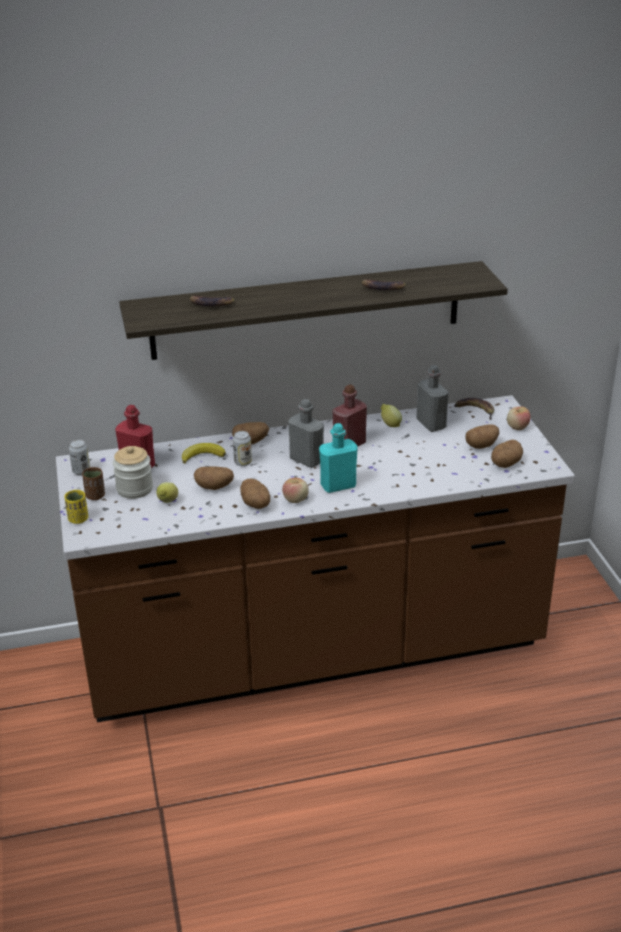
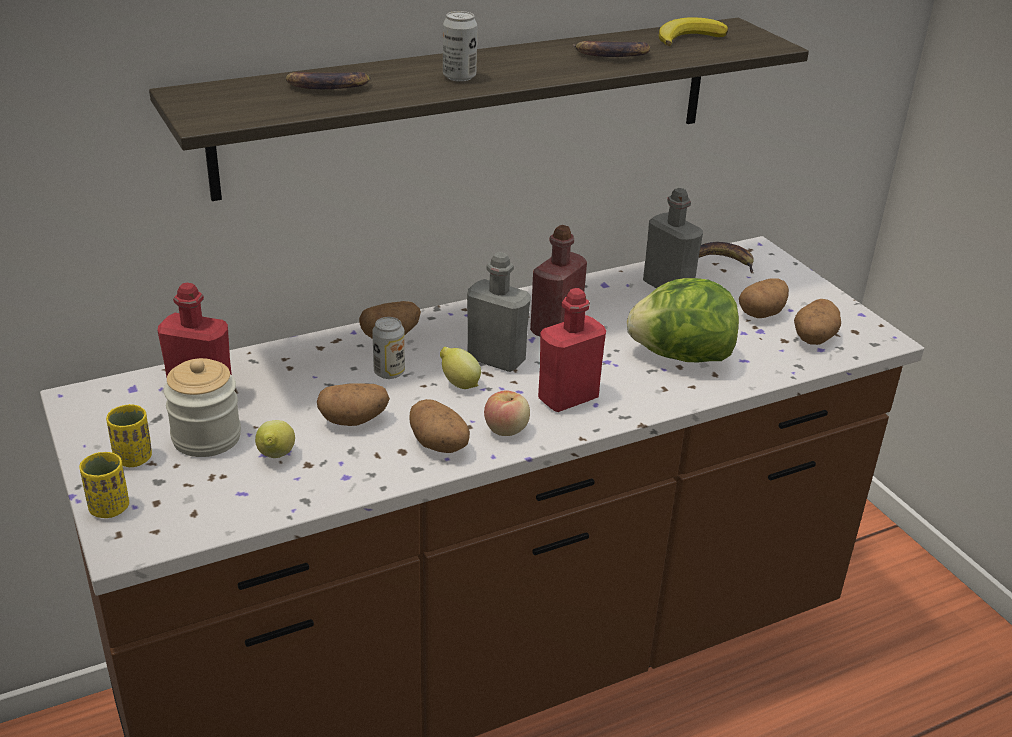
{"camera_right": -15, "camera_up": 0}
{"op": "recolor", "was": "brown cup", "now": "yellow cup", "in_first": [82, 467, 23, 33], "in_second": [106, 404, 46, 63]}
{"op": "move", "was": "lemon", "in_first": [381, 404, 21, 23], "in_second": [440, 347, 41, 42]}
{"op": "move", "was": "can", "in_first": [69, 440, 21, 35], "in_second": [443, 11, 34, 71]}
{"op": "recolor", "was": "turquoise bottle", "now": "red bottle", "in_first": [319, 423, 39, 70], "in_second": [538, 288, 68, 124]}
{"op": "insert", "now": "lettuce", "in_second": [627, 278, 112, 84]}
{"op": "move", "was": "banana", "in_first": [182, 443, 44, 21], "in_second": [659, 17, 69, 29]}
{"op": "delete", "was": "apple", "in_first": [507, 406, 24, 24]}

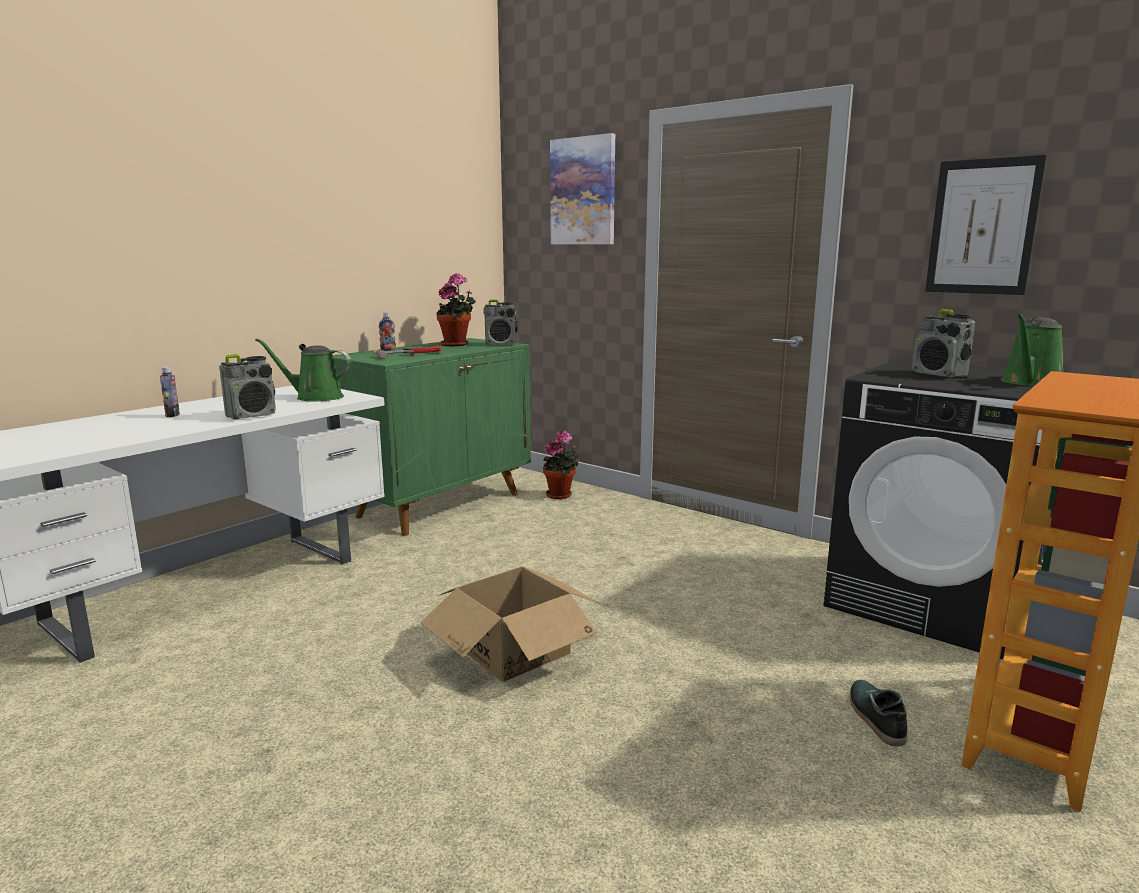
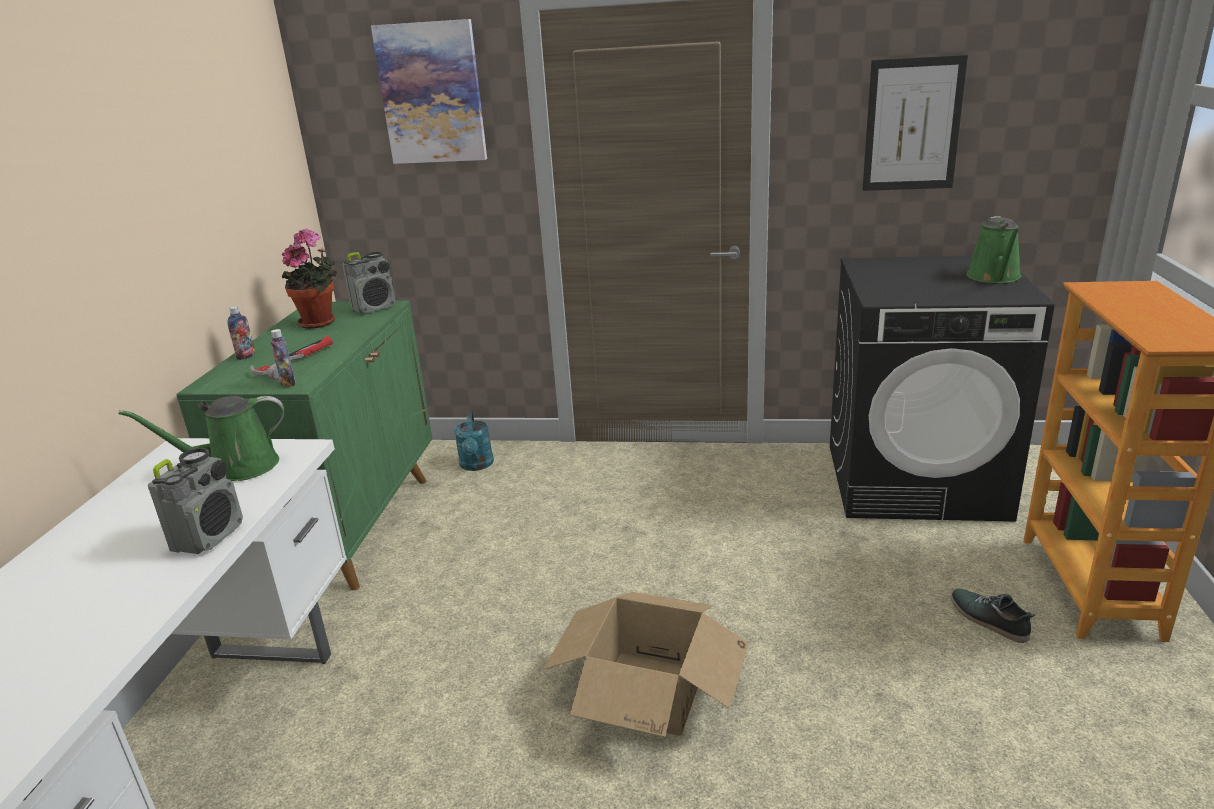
{"camera_right": -30, "camera_up": 10}
{"op": "move", "was": "bottle", "in_first": [160, 366, 20, 51], "in_second": [270, 329, 26, 58]}
{"op": "replace", "was": "potted plant", "now": "turquoise watering can", "in_first": [543, 431, 37, 68], "in_second": [454, 411, 40, 60]}
{"op": "delete", "was": "radio", "in_first": [912, 309, 64, 69]}

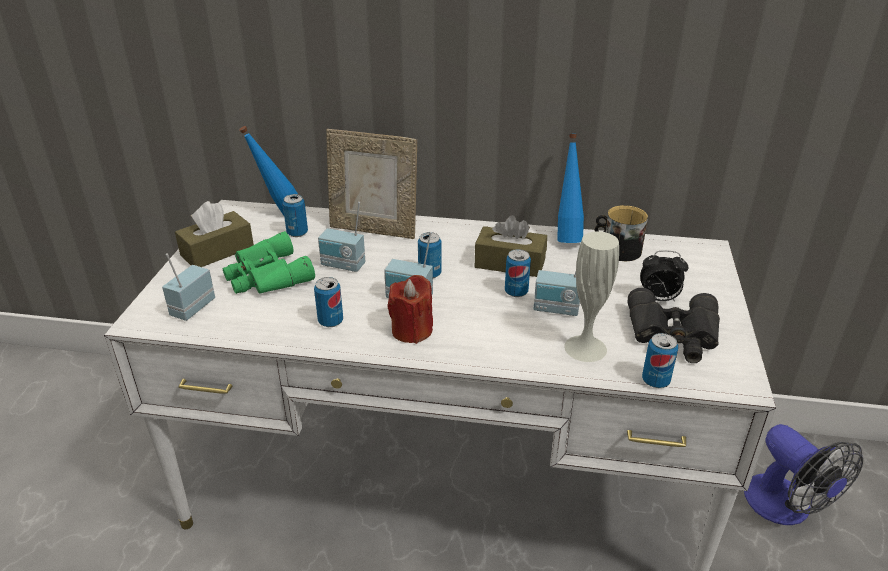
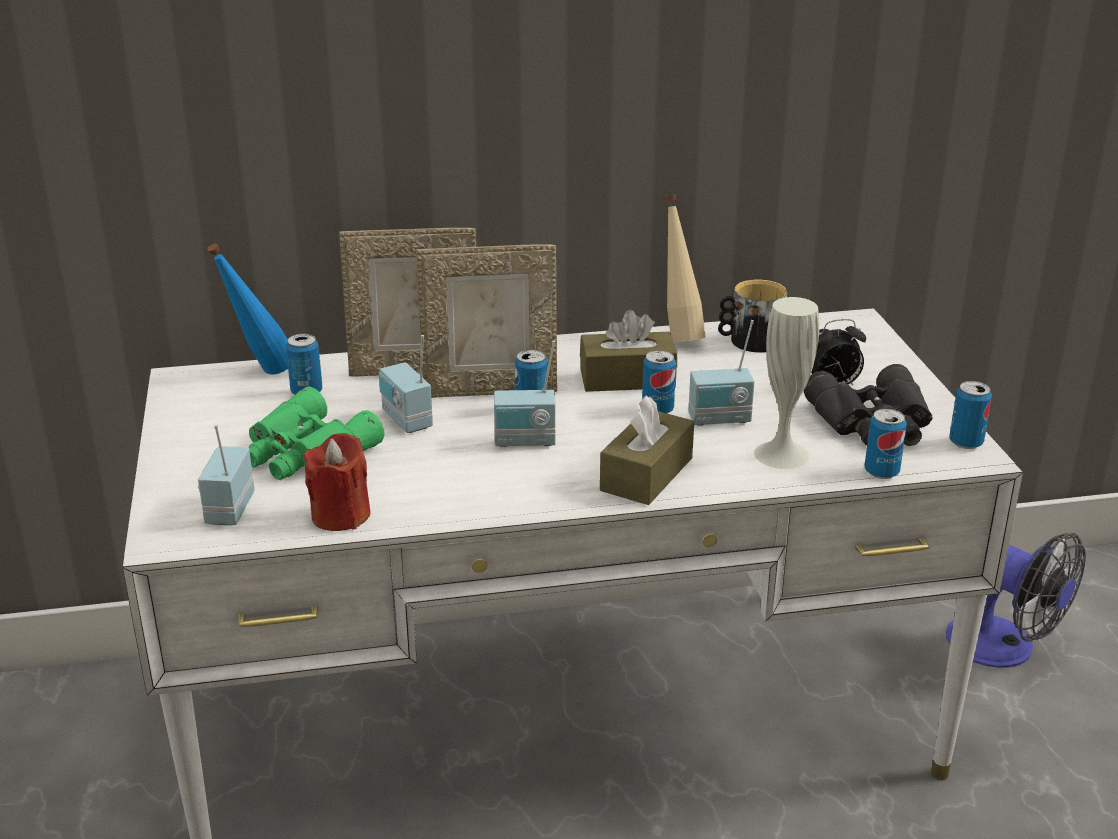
{"camera_right": -20, "camera_up": -5}
{"op": "move", "was": "red candle", "in_first": [388, 275, 45, 69], "in_second": [304, 433, 67, 98]}
{"op": "rotate", "was": "radio", "in_first": [318, 202, 47, 70], "in_second": [379, 335, 54, 98], "clockwise": 60}
{"op": "insert", "now": "picture frame", "in_second": [416, 244, 141, 154]}
{"op": "move", "was": "brown tissue box", "in_first": [175, 201, 79, 66], "in_second": [600, 395, 94, 110]}
{"op": "recolor", "was": "blue bottle", "now": "beige bottle", "in_first": [557, 134, 27, 109], "in_second": [665, 194, 41, 148]}
{"op": "move", "was": "can", "in_first": [314, 277, 29, 50], "in_second": [949, 381, 43, 68]}

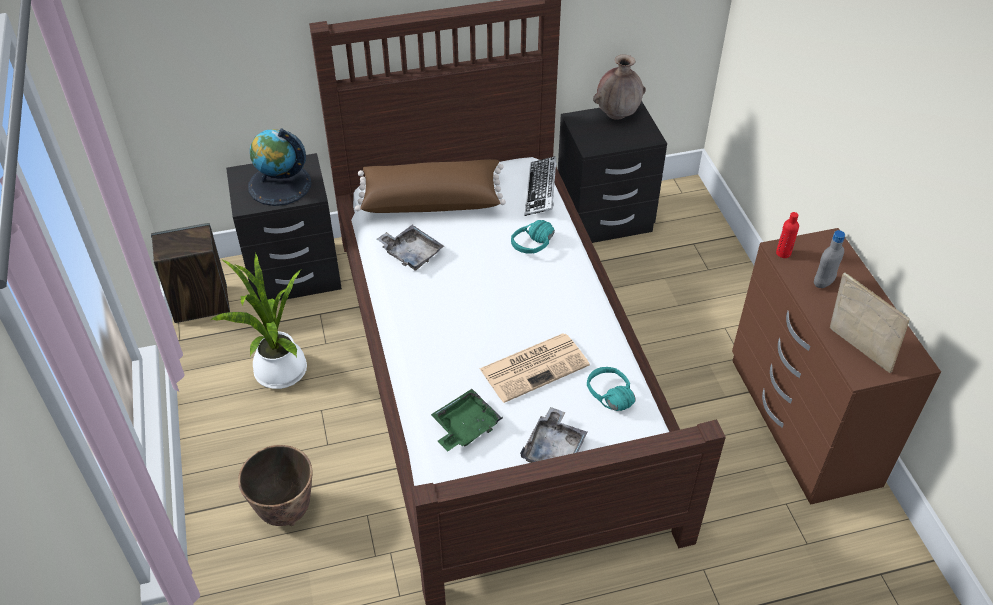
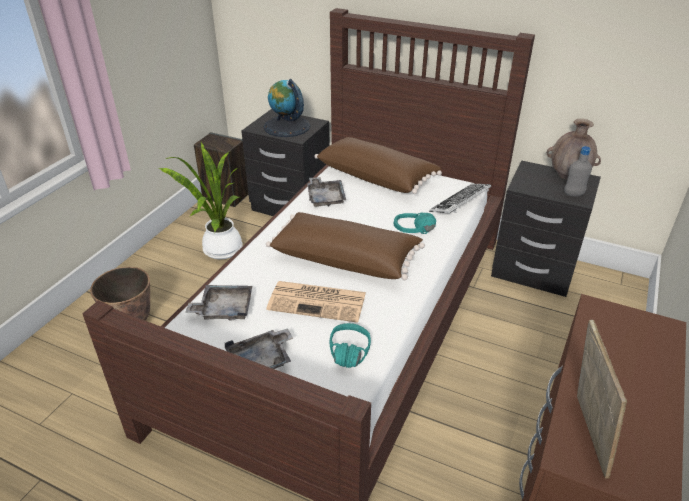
{"camera_right": 40, "camera_up": -10}
{"op": "recolor", "was": "green tray", "now": "grey tray", "in_first": [431, 389, 72, 62], "in_second": [185, 285, 67, 35]}
{"op": "insert", "now": "brown pillow", "in_second": [266, 212, 159, 68]}
{"op": "move", "was": "grey bottle", "in_first": [814, 230, 31, 58], "in_second": [564, 146, 28, 51]}
{"op": "delete", "was": "red bottle", "in_first": [776, 212, 23, 46]}

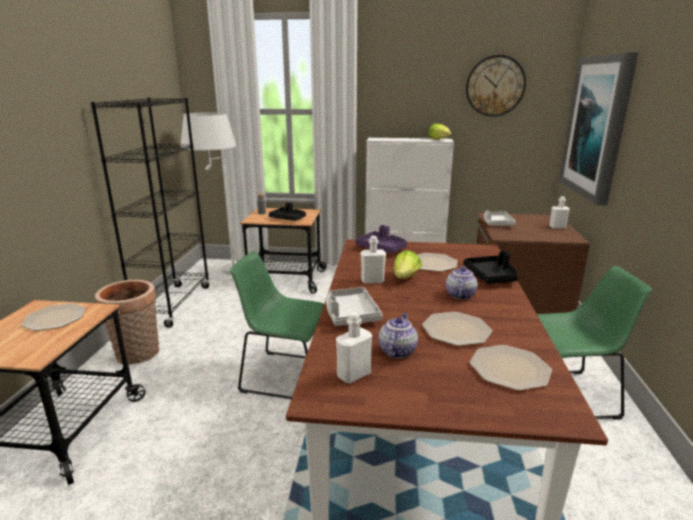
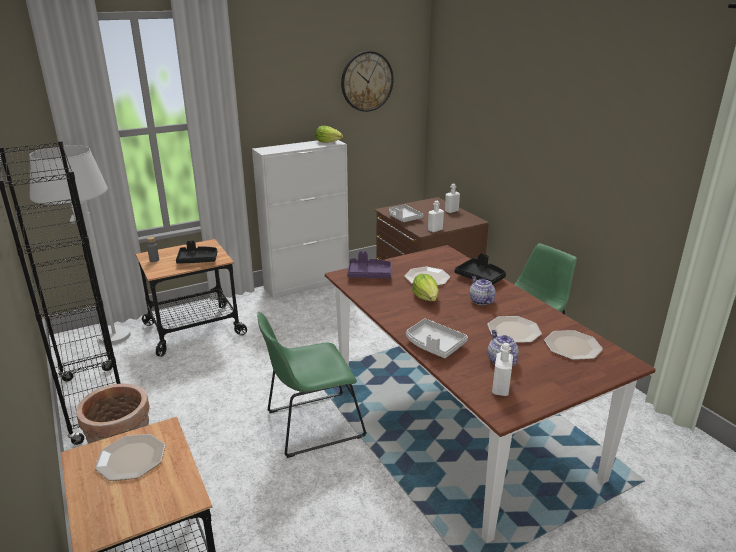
{"camera_right": -35, "camera_up": 5}
{"op": "move", "was": "white bottle", "in_first": [360, 236, 26, 48], "in_second": [428, 201, 16, 31]}
{"op": "delete", "was": "picture", "in_first": [559, 52, 80, 154]}

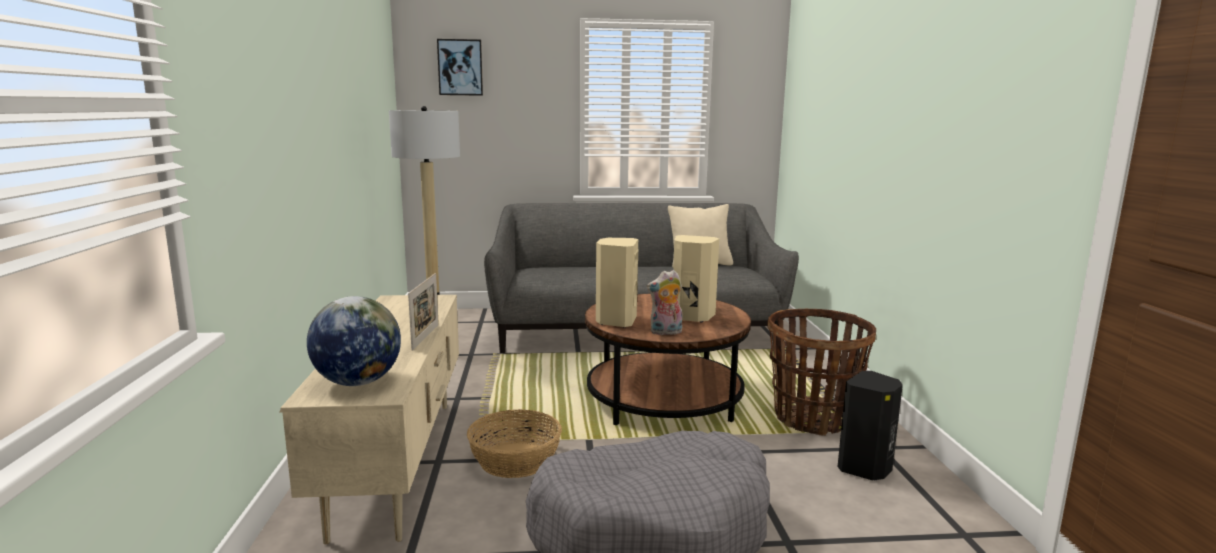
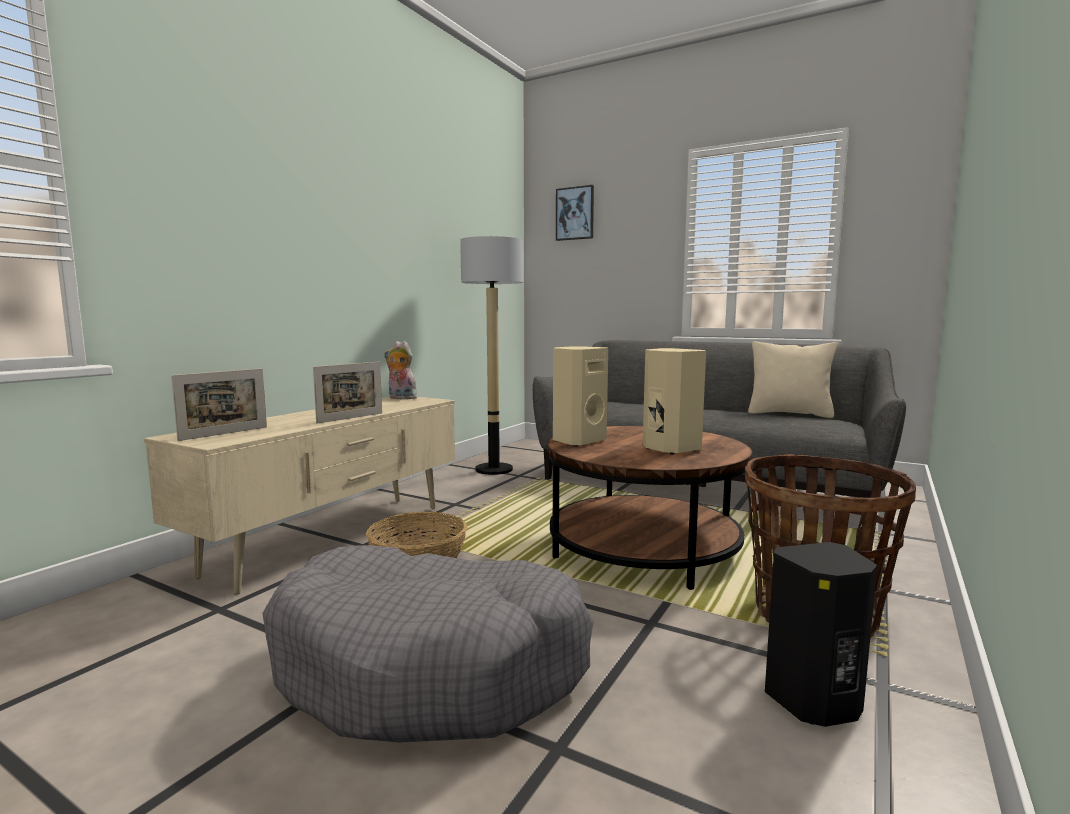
{"camera_right": 35, "camera_up": -5}
{"op": "replace", "was": "globe", "now": "picture frame", "in_first": [307, 296, 94, 90], "in_second": [171, 368, 96, 73]}
{"op": "move", "was": "plush toy", "in_first": [647, 270, 35, 65], "in_second": [384, 341, 33, 58]}

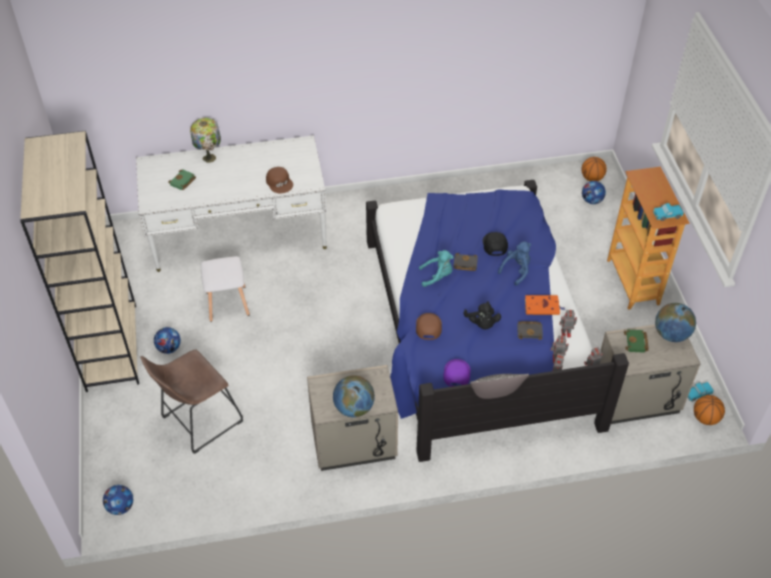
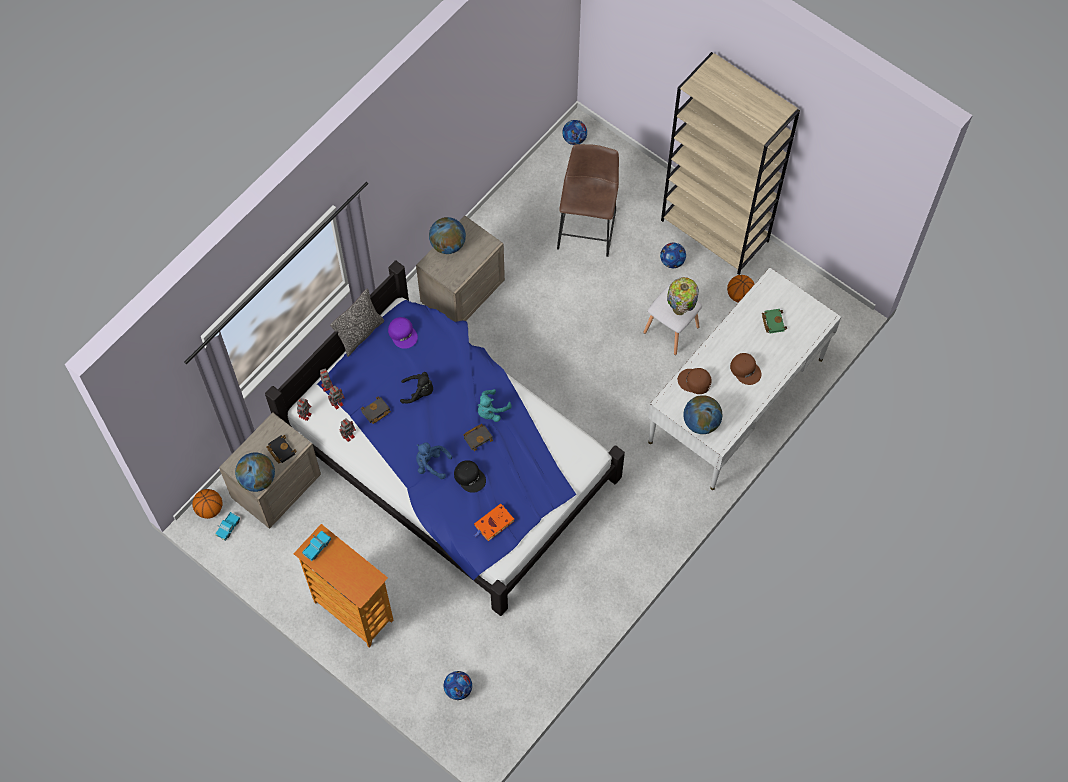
{"camera_right": 140, "camera_up": 15}
{"op": "recolor", "was": "green book", "now": "black book", "in_first": [624, 330, 25, 23], "in_second": [266, 435, 31, 28]}
{"op": "rotate", "was": "black plush toy", "in_first": [464, 301, 37, 28], "in_second": [400, 372, 33, 31], "clockwise": 150}
{"op": "rotate", "was": "blue plush toy", "in_first": [498, 242, 33, 44], "in_second": [416, 442, 36, 37], "clockwise": 105}
{"op": "move", "was": "orange book", "in_first": [525, 295, 40, 20], "in_second": [474, 503, 40, 38]}
{"op": "move", "was": "table lamp", "in_first": [190, 118, 31, 45], "in_second": [667, 277, 32, 38]}
{"op": "insert", "now": "globe", "in_second": [683, 395, 39, 39]}
{"op": "move", "was": "basketball", "in_first": [581, 157, 26, 24], "in_second": [727, 275, 27, 28]}
{"op": "move", "was": "brown cap", "in_first": [416, 313, 26, 27], "in_second": [730, 353, 31, 32]}

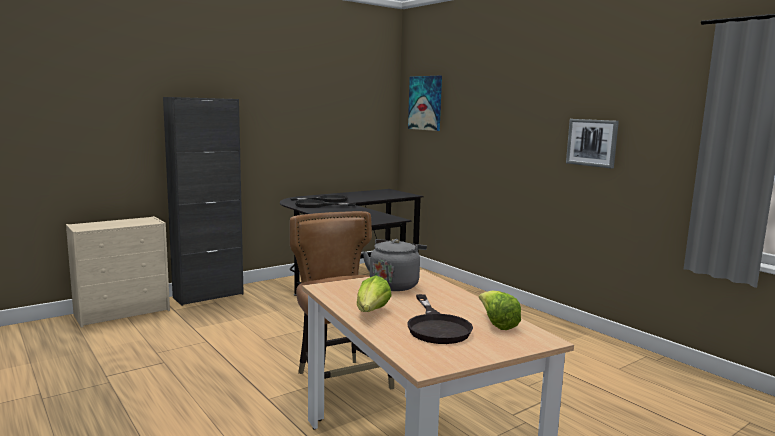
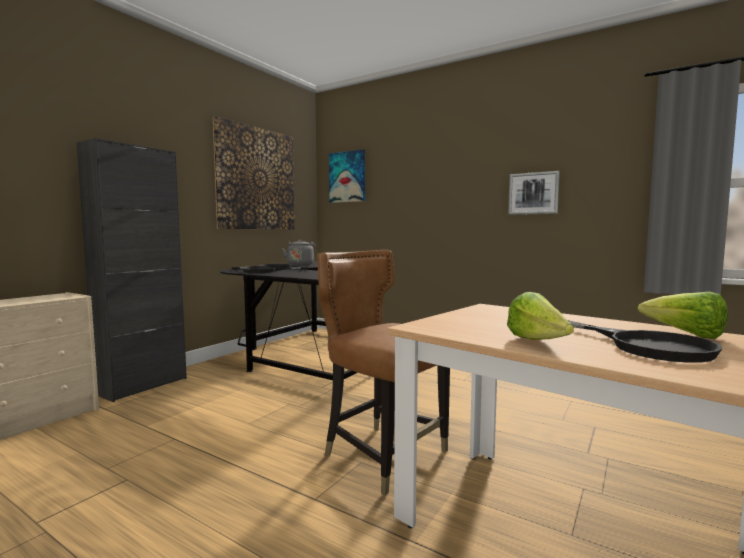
{"camera_right": -20, "camera_up": -5}
{"op": "insert", "now": "picture", "in_second": [213, 116, 82, 113]}
{"op": "move", "was": "grey kettle", "in_first": [363, 239, 64, 52], "in_second": [282, 240, 33, 26]}

